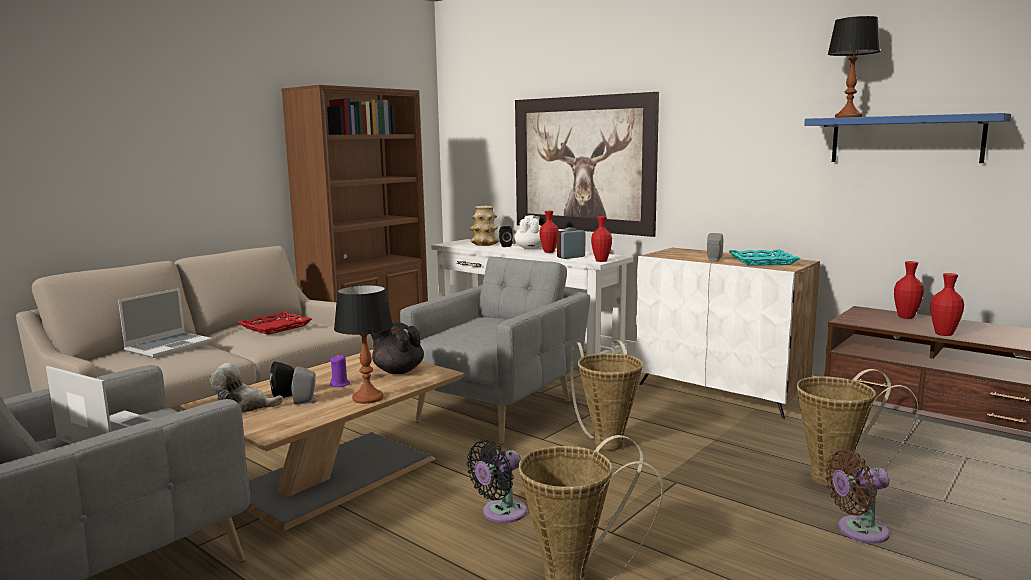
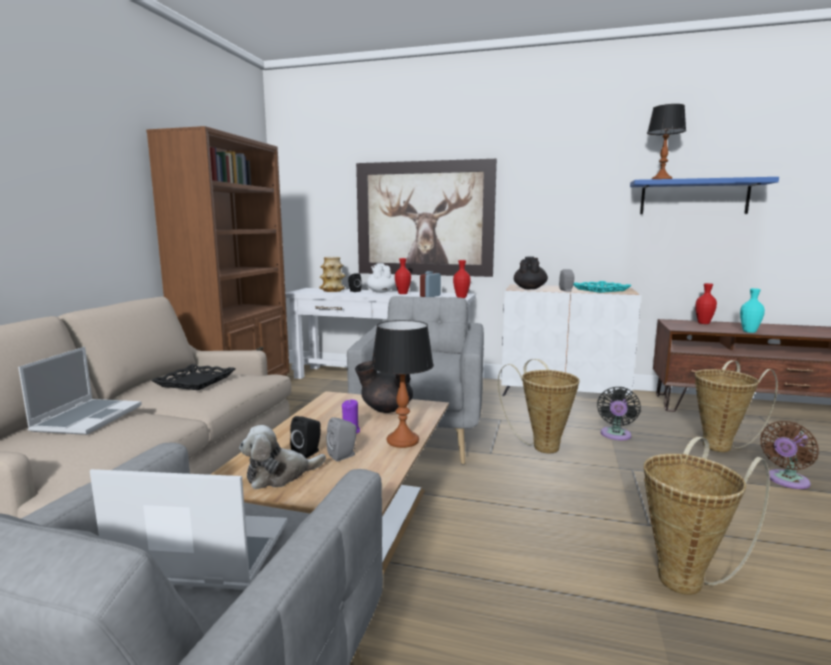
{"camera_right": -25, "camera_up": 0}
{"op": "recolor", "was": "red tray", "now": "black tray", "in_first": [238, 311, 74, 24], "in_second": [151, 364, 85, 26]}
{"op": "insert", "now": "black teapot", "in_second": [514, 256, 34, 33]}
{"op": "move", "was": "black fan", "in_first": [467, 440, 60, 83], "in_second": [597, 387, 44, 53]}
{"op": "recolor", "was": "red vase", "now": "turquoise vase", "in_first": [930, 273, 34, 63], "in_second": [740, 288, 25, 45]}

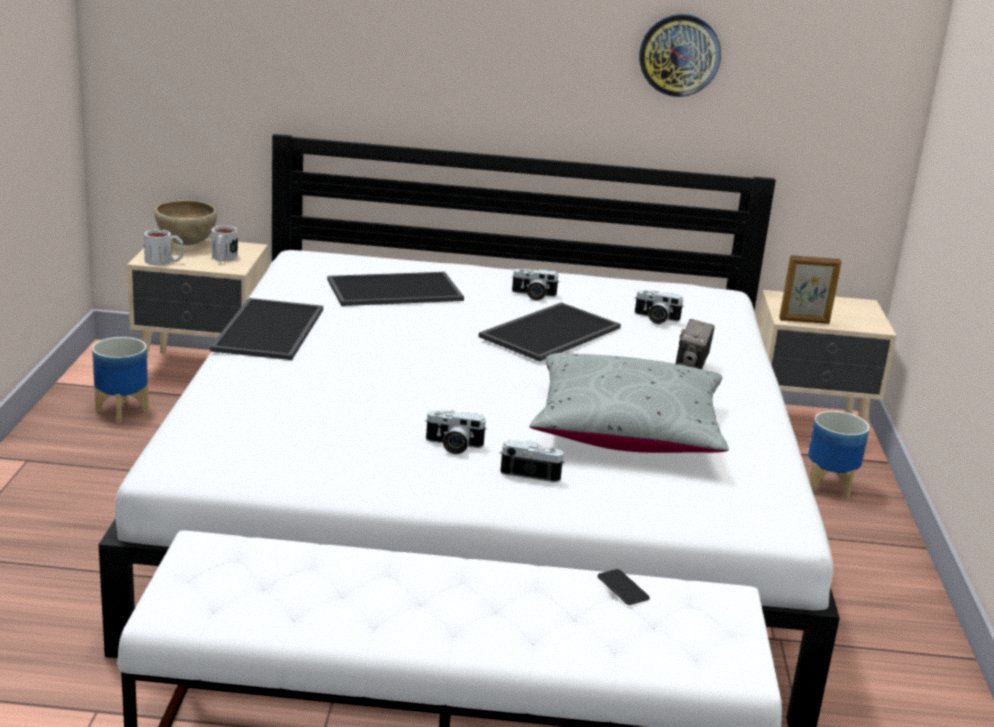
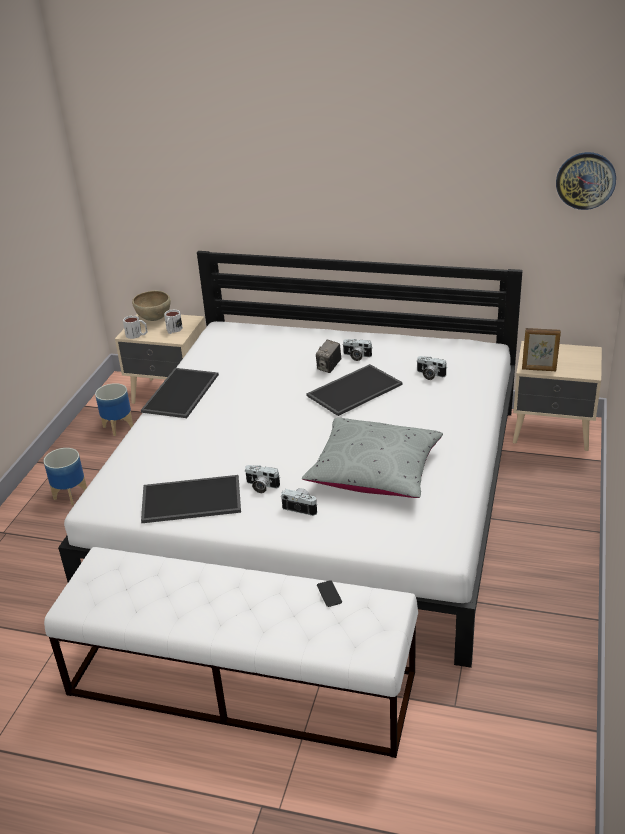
{"camera_right": 15, "camera_up": 10}
{"op": "move", "was": "planter", "in_first": [808, 411, 62, 89], "in_second": [44, 448, 43, 57]}
{"op": "move", "was": "tray", "in_first": [327, 272, 137, 34], "in_second": [141, 475, 100, 48]}
{"op": "move", "was": "photo camera", "in_first": [676, 319, 39, 50], "in_second": [316, 340, 25, 33]}
{"op": "move", "was": "wall clock", "in_first": [639, 14, 82, 83], "in_second": [556, 152, 60, 58]}

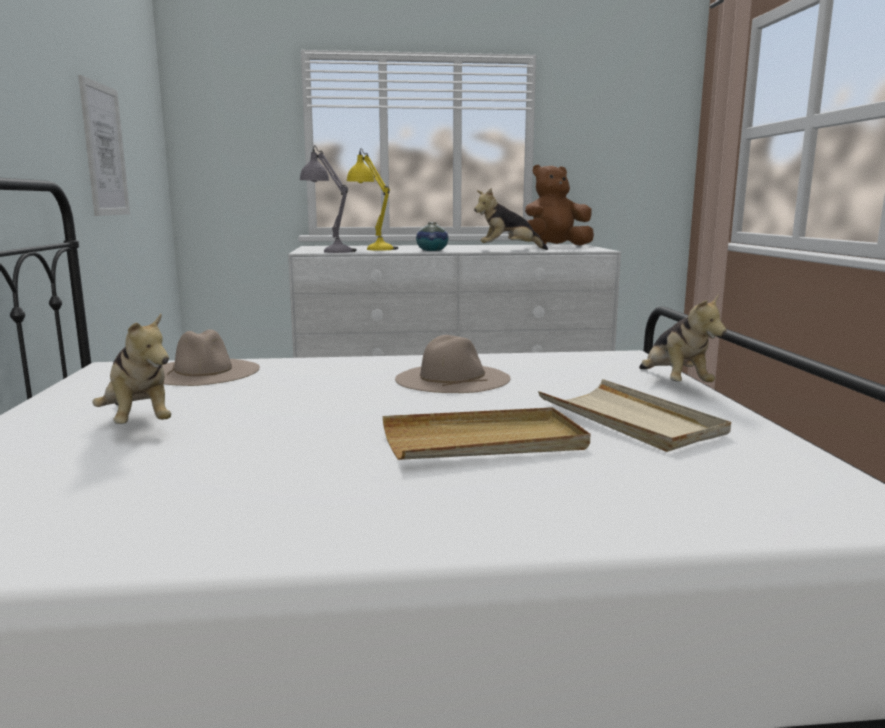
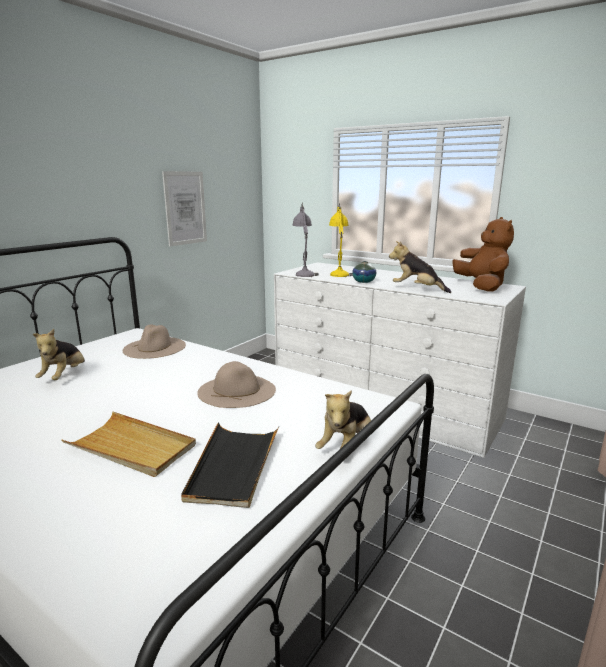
{"camera_right": 40, "camera_up": 5}
{"op": "recolor", "was": "beige tray", "now": "black tray", "in_first": [538, 379, 193, 73], "in_second": [181, 423, 98, 85]}
{"op": "rotate", "was": "brown plush toy", "in_first": [525, 165, 69, 81], "in_second": [453, 217, 61, 75], "clockwise": 60}

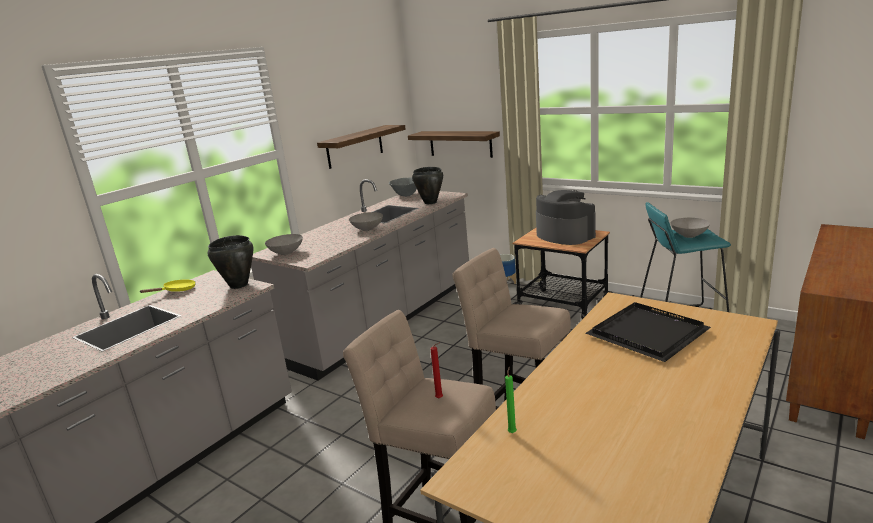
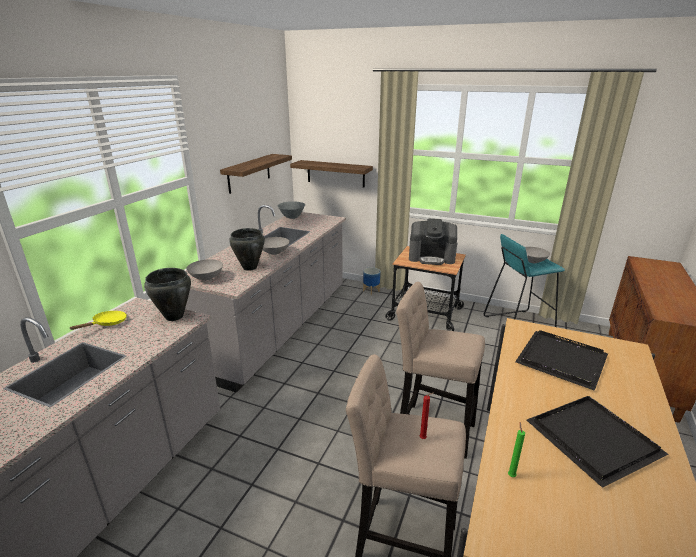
{"camera_right": -15, "camera_up": 5}
{"op": "move", "was": "black cooking pot", "in_first": [412, 167, 31, 37], "in_second": [229, 228, 36, 43]}
{"op": "rotate", "was": "coffee machine", "in_first": [536, 190, 60, 55], "in_second": [409, 219, 48, 46], "clockwise": 150}
{"op": "insert", "now": "black tray", "in_second": [527, 396, 141, 92]}

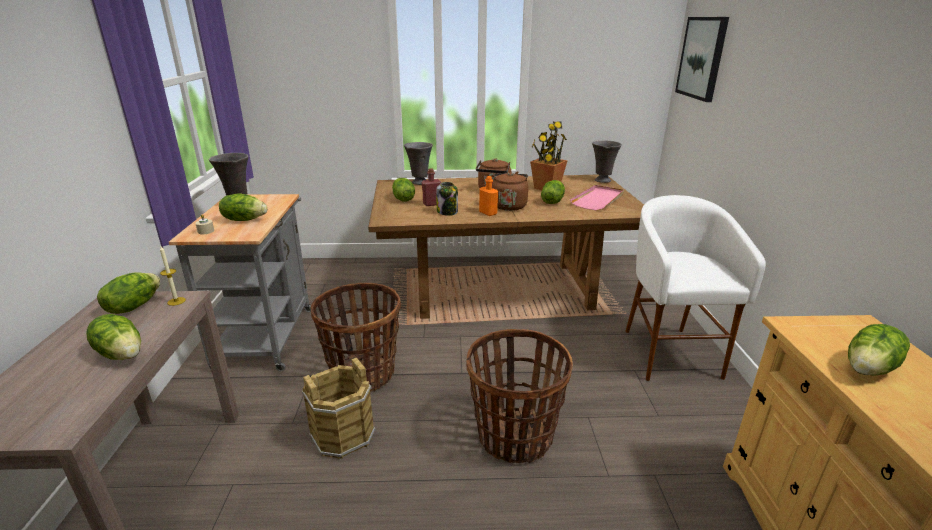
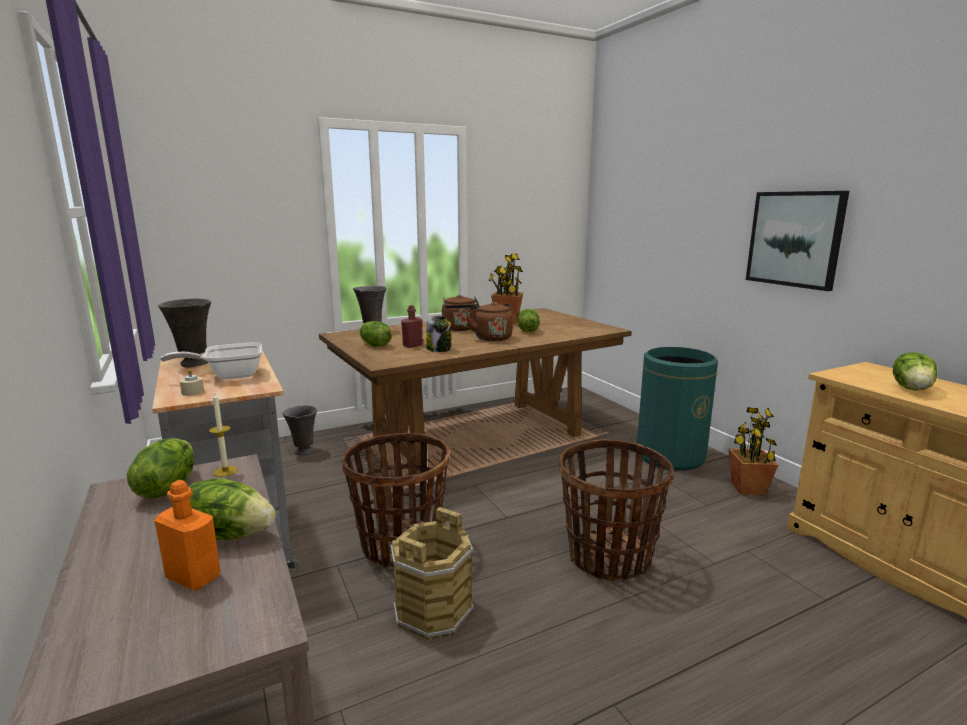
{"camera_right": -25, "camera_up": -10}
{"op": "move", "was": "orange bottle", "in_first": [479, 176, 19, 40], "in_second": [155, 480, 66, 110]}
{"op": "replace", "was": "lettuce", "now": "frying pan", "in_first": [219, 193, 48, 28], "in_second": [160, 342, 102, 38]}
{"op": "move", "was": "grey vase", "in_first": [592, 141, 30, 42], "in_second": [282, 405, 35, 51]}
{"op": "replace", "was": "white stool", "now": "green trash can", "in_first": [626, 195, 140, 186], "in_second": [637, 347, 81, 124]}
{"op": "insert", "now": "potted plant", "in_second": [729, 407, 49, 88]}
{"op": "move", "was": "picture", "in_first": [675, 17, 54, 85], "in_second": [746, 191, 103, 100]}
{"op": "delete", "was": "pink tray", "in_first": [570, 185, 54, 25]}

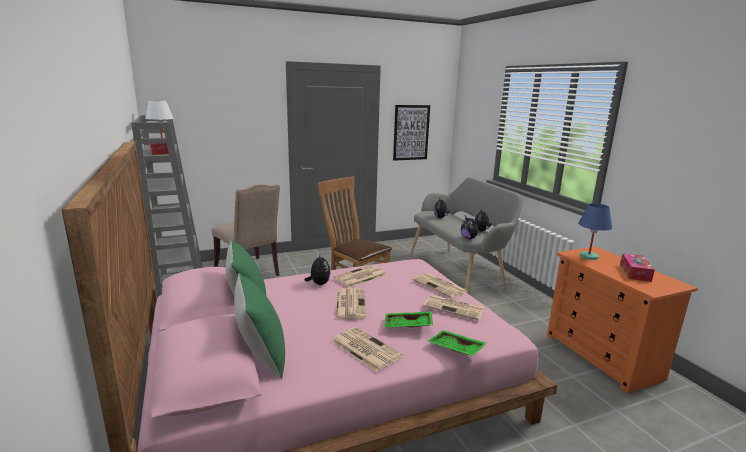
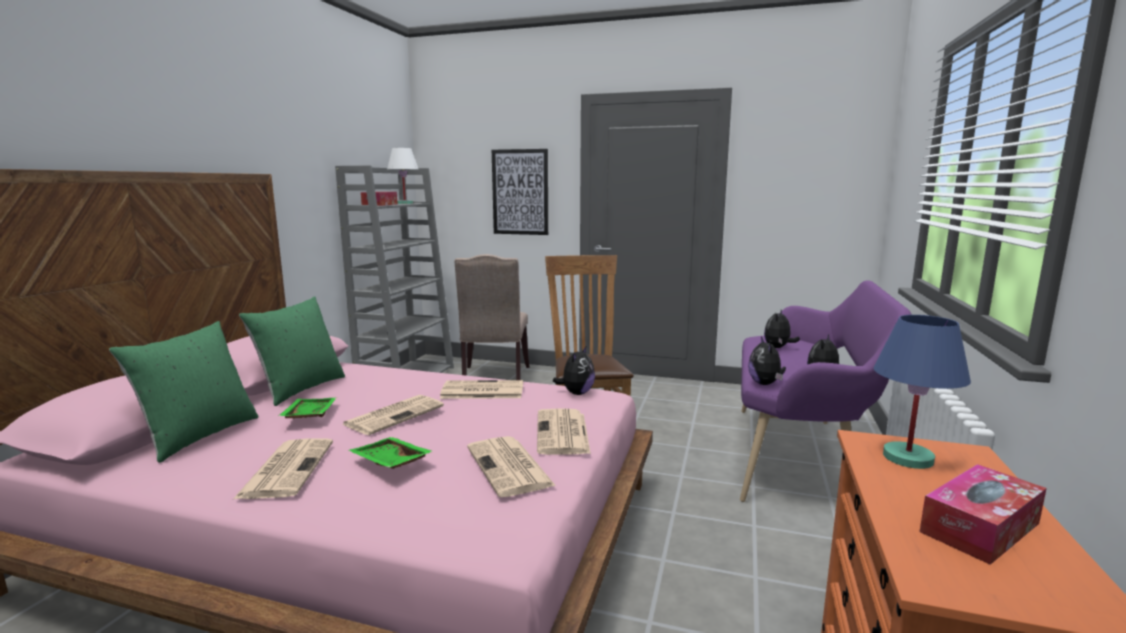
{"camera_right": 40, "camera_up": -5}
{"op": "move", "was": "green tray", "in_first": [428, 330, 59, 26], "in_second": [278, 398, 58, 21]}
{"op": "move", "was": "picture", "in_first": [393, 105, 37, 56], "in_second": [492, 149, 56, 86]}
{"op": "move", "was": "plush toy", "in_first": [305, 255, 26, 30], "in_second": [553, 345, 42, 50]}
{"op": "recolor", "was": "grey bench", "now": "purple bench", "in_first": [410, 177, 113, 116], "in_second": [740, 280, 172, 222]}

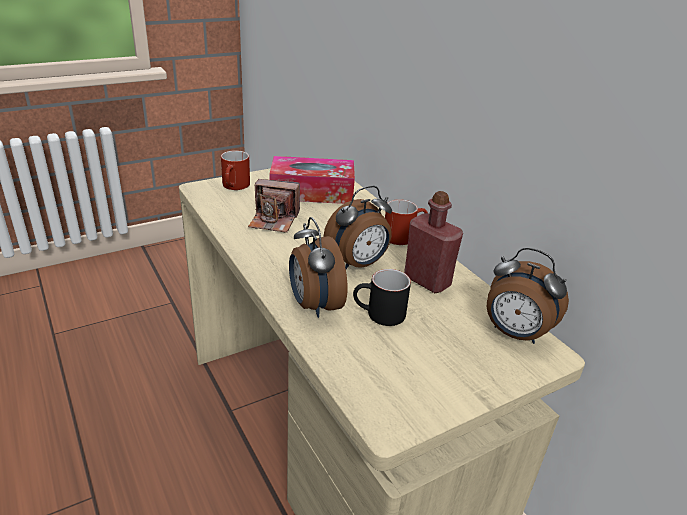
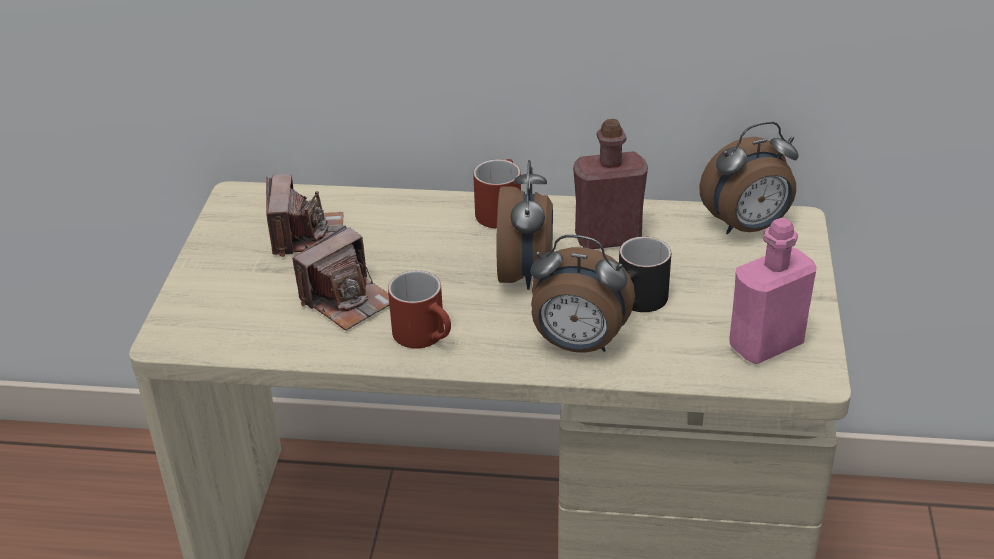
{"camera_right": -50, "camera_up": 5}
{"op": "replace", "was": "tissue box", "now": "photo camera", "in_first": [269, 156, 86, 48], "in_second": [266, 174, 78, 83]}
{"op": "move", "was": "red mug", "in_first": [221, 150, 29, 40], "in_second": [388, 270, 63, 78]}
{"op": "insert", "now": "pink bottle", "in_second": [729, 218, 88, 146]}

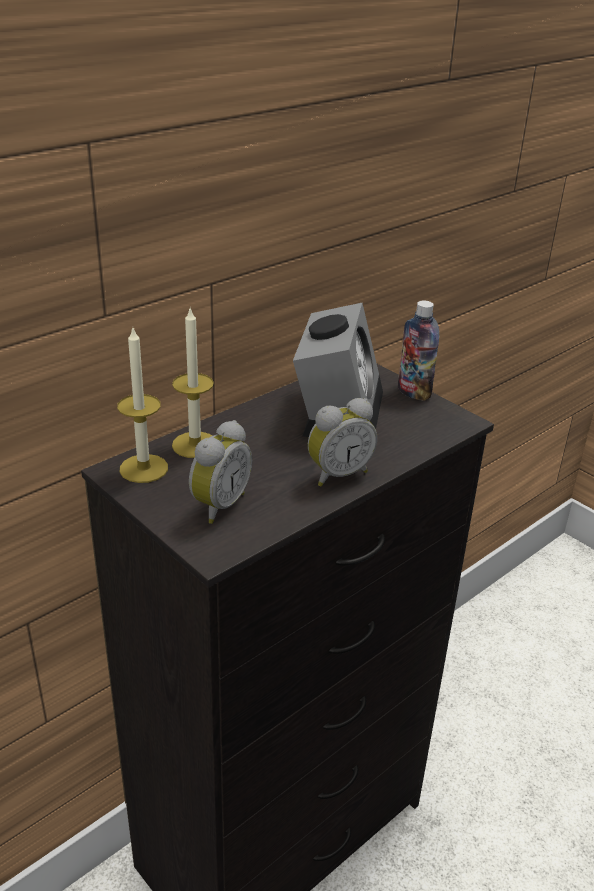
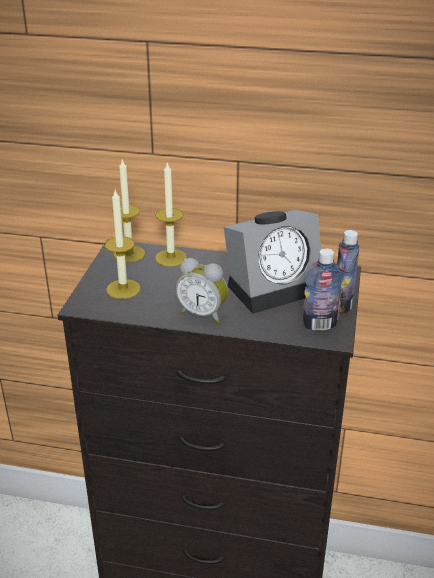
{"camera_right": 55, "camera_up": 0}
{"op": "replace", "was": "alarm clock", "now": "candle", "in_first": [189, 420, 63, 104], "in_second": [105, 190, 36, 109]}
{"op": "insert", "now": "bottle", "in_second": [302, 248, 41, 83]}

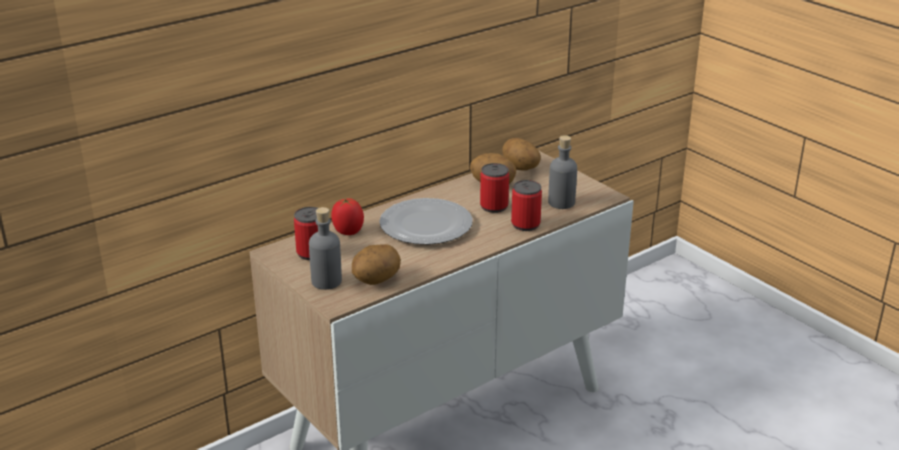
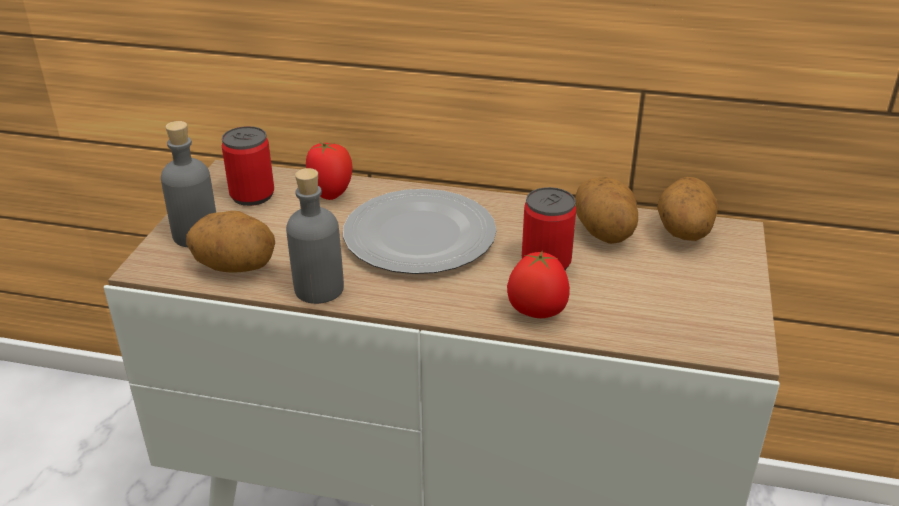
{"camera_right": 50, "camera_up": 5}
{"op": "move", "was": "grey bottle", "in_first": [548, 135, 29, 74], "in_second": [286, 168, 58, 136]}
{"op": "replace", "was": "can", "now": "tomato", "in_first": [511, 180, 31, 51], "in_second": [507, 251, 63, 67]}

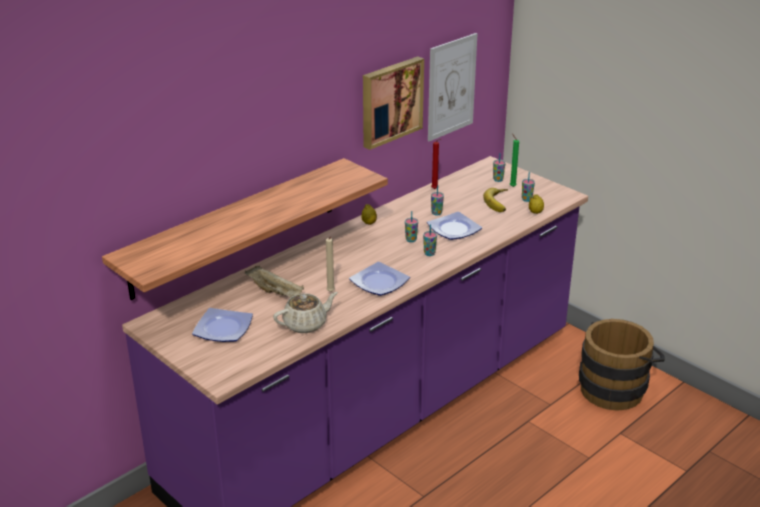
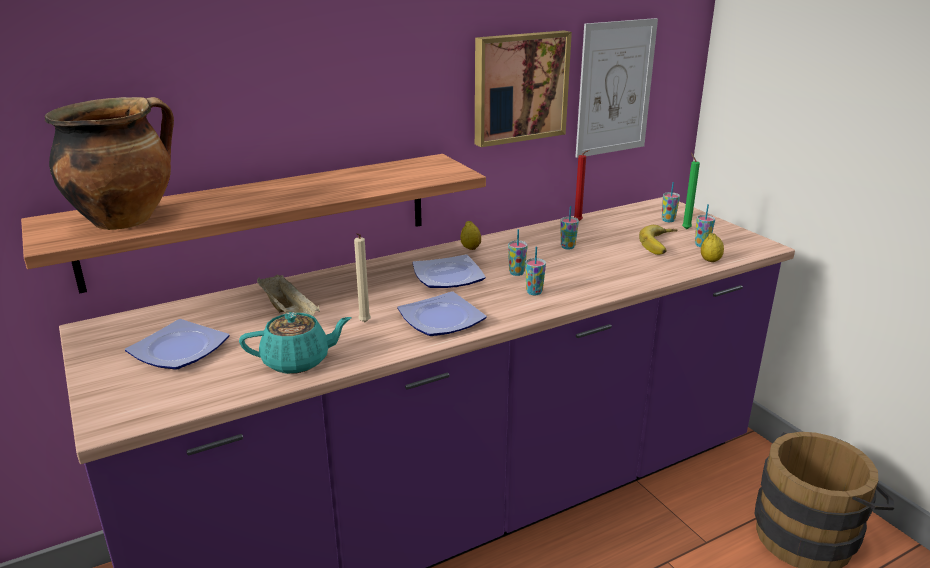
{"camera_right": 15, "camera_up": -5}
{"op": "insert", "now": "cooking pot", "in_second": [45, 97, 129, 133]}
{"op": "recolor", "was": "beige teapot", "now": "turquoise teapot", "in_first": [273, 292, 65, 41], "in_second": [239, 312, 113, 62]}
{"op": "move", "was": "plate", "in_first": [427, 212, 55, 28], "in_second": [413, 255, 73, 33]}

